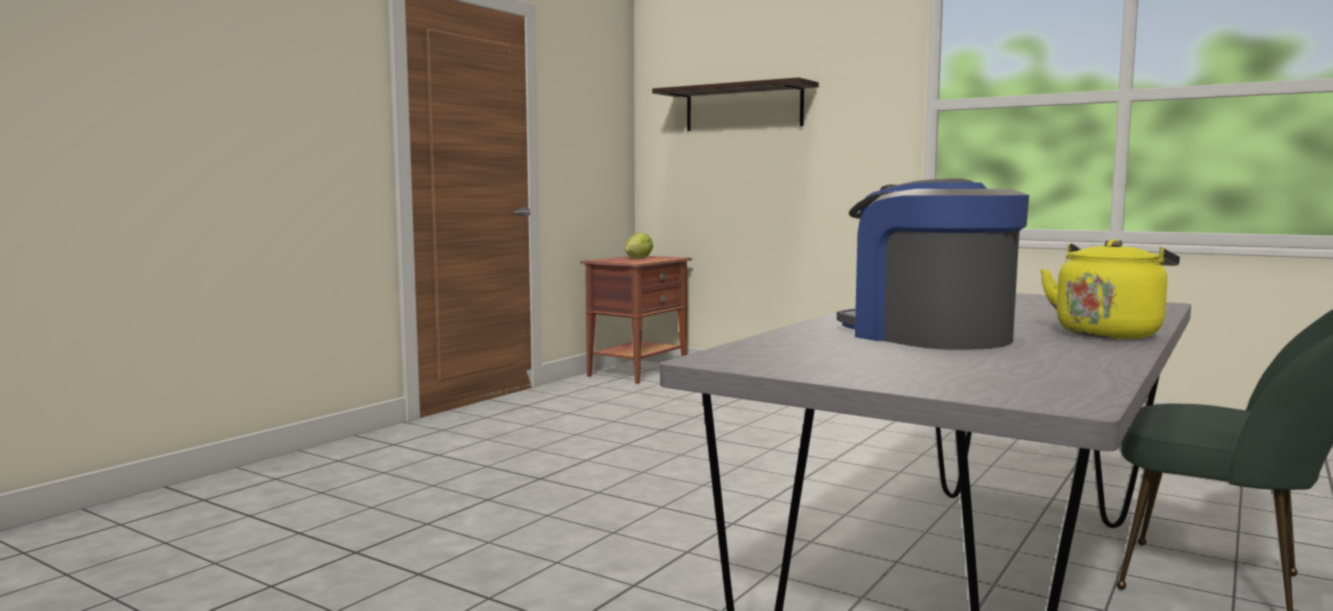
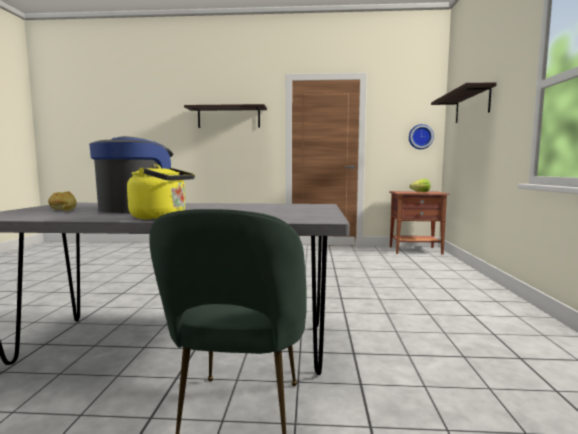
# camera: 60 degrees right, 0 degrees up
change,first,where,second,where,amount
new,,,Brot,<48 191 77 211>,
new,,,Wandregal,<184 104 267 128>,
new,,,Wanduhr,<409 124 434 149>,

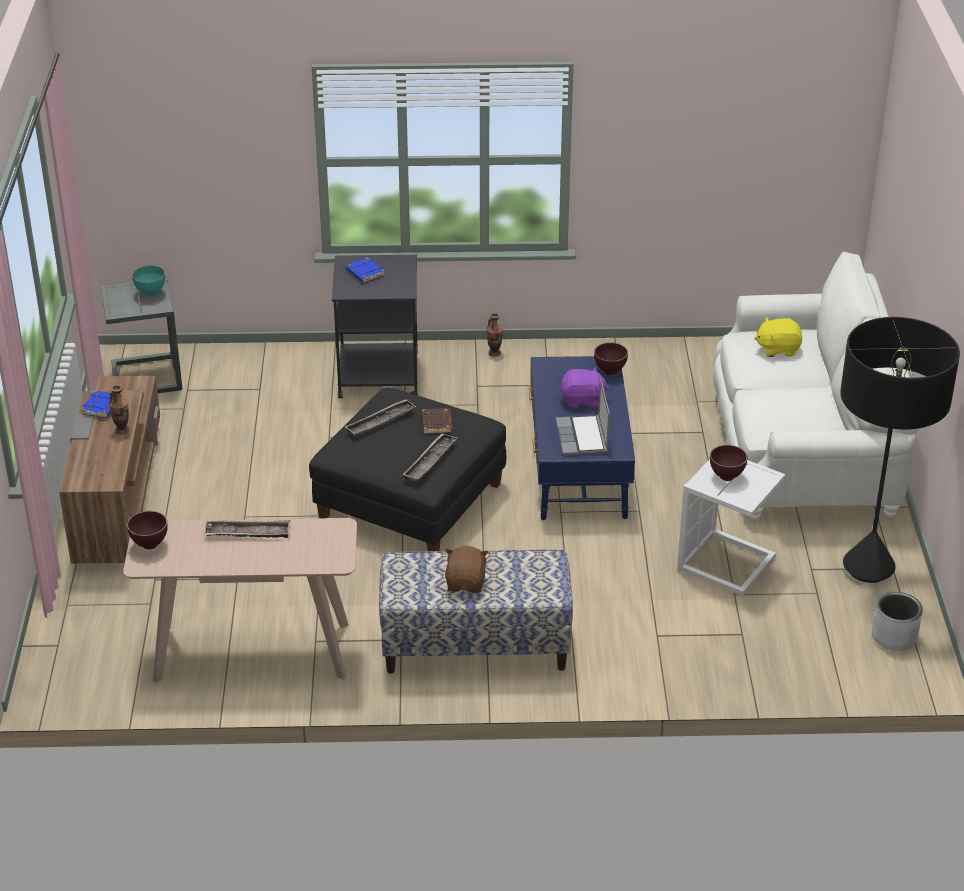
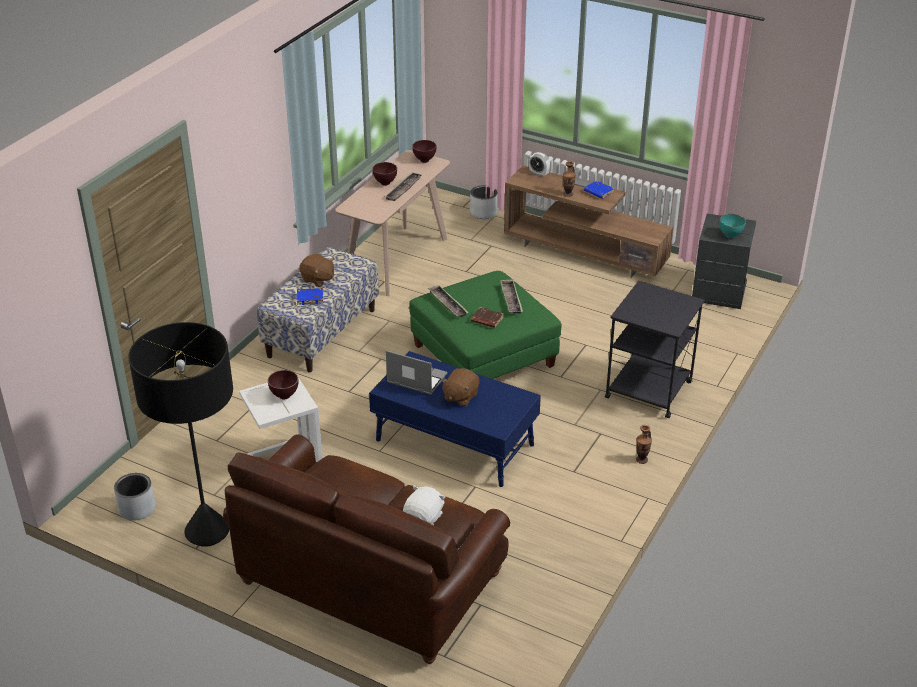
# camera: 120 degrees right, 0 degrees up
change,first,where,second,where,amount
repainted,Polsterhocker [schwarz],<309 388 506 551>,Polsterhocker [grün],<409 271 562 379>,
shifted,Buch [blau],<345 257 385 283>,,<297 288 323 305>,
repainted,Plüschtier [lila],<560 367 610 408>,Plüschtier [braun],<441 368 479 406>,
shifted,Schüssel [braun],<594 343 628 375>,,<372 162 397 186>,
repainted,Sofa [weiß],<713 252 917 520>,Sofa [braun],<223 434 510 664>,
repainted,Plüschtier [gelb],<754 317 802 357>,Plüschtier [weiß],<403 485 446 525>,
new,,,Pflanzkübel [grau],<470 185 497 219>,
new,,,Wecker,<529 152 550 177>,

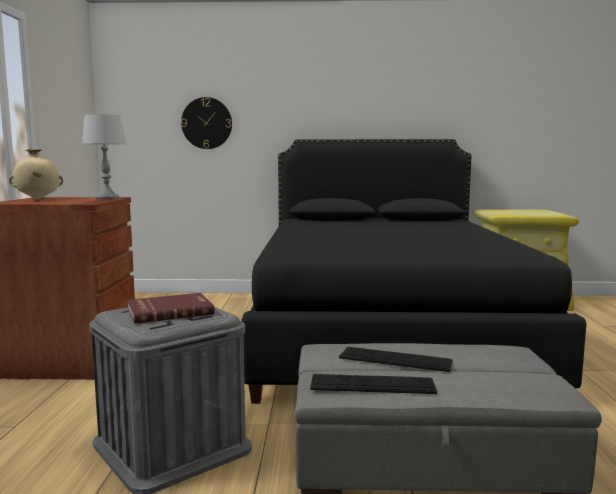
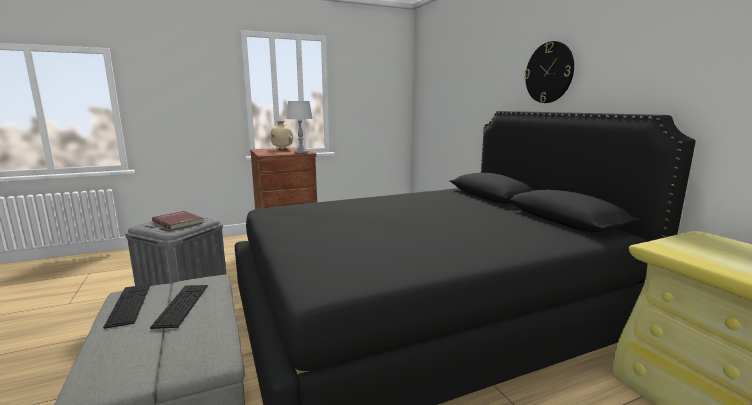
# camera: 65 degrees right, 5 degrees up
change,first,where,second,where,amount
shifted,Wanduhr,<181 97 232 149>,,<524 41 574 103>,

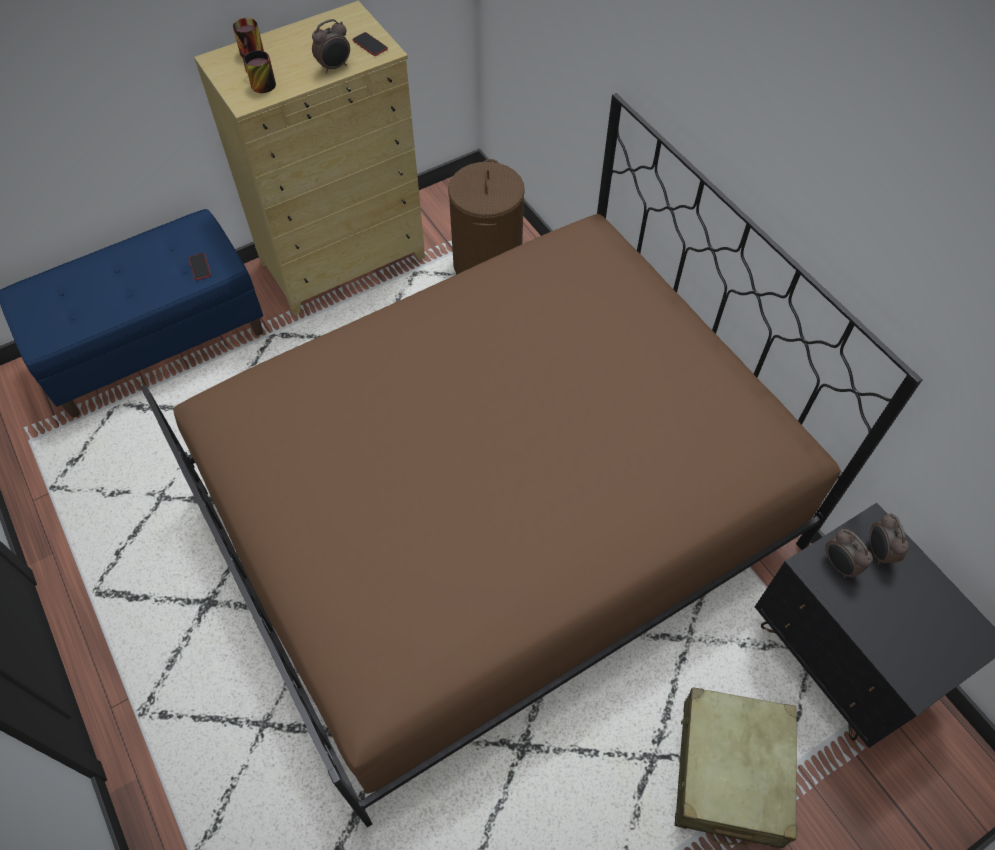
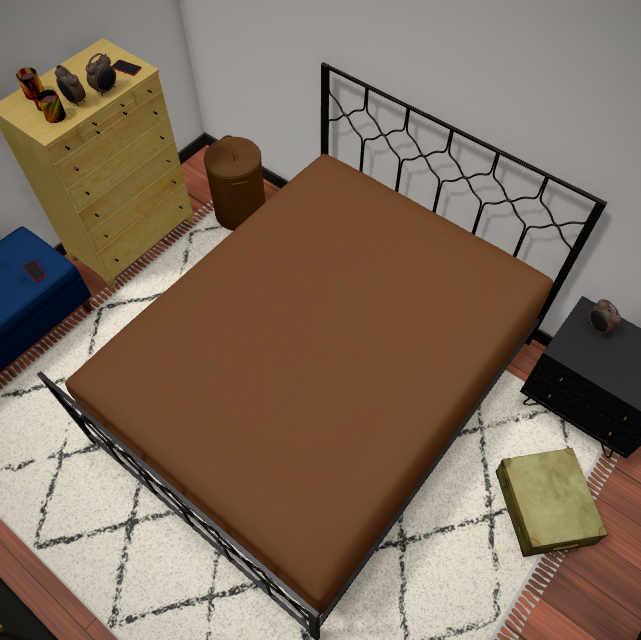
# camera: 20 degrees left, 0 degrees up
change,first,where,second,where,amount
shifted,Wecker,<825 529 873 578>,,<55 65 86 107>,

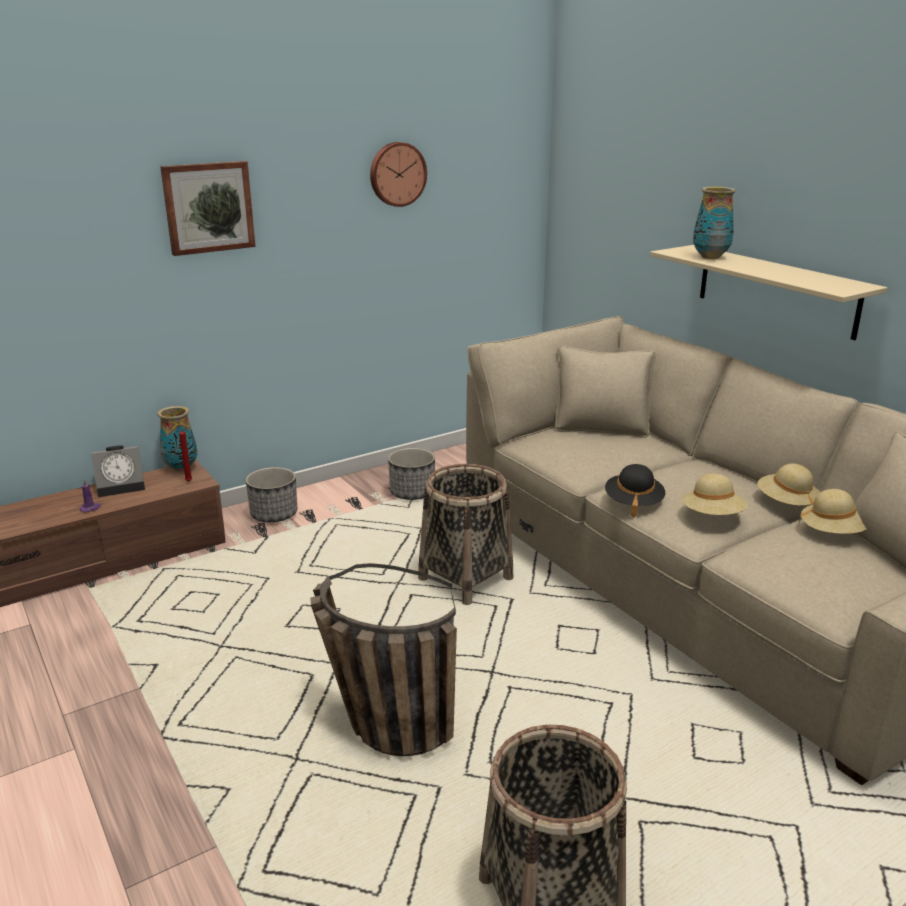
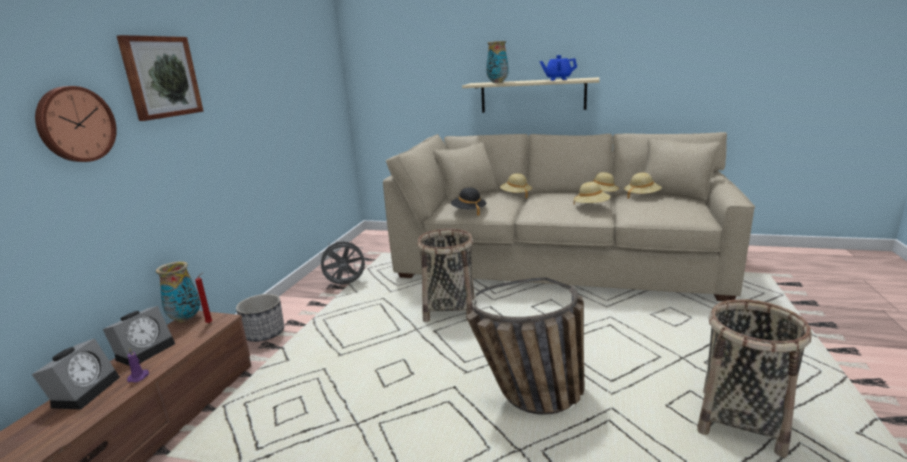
# camera: 40 degrees left, 5 degrees down
change,first,where,second,where,amount
shifted,Wanduhr,<370 142 427 207>,,<35 86 117 162>,
swapped,Pflanzkübel,<388 448 435 500>,Ventilator [grau],<318 238 367 285>,
shifted,Hut [schwarz],<605 464 665 517>,,<451 187 487 216>,
new,,,Wecker,<32 338 120 409>,
new,,,Hut [beige],<500 173 532 198>,
new,,,Teekanne [blau],<540 55 577 80>,

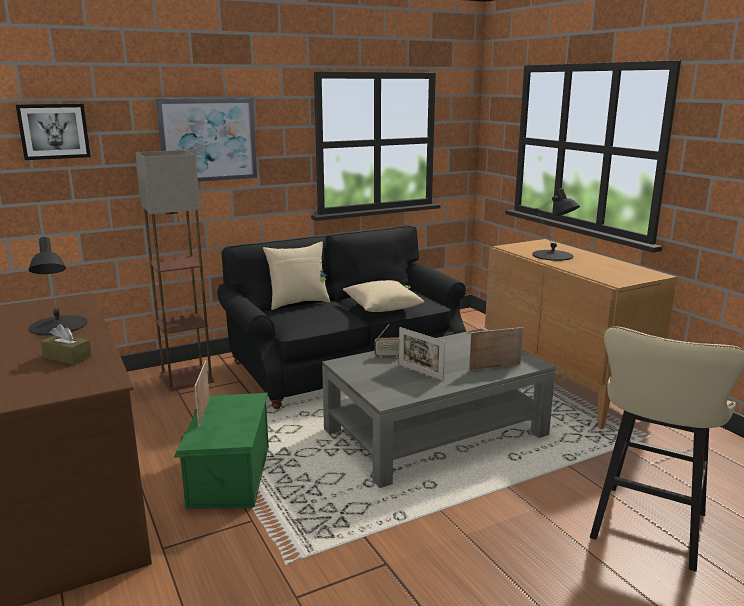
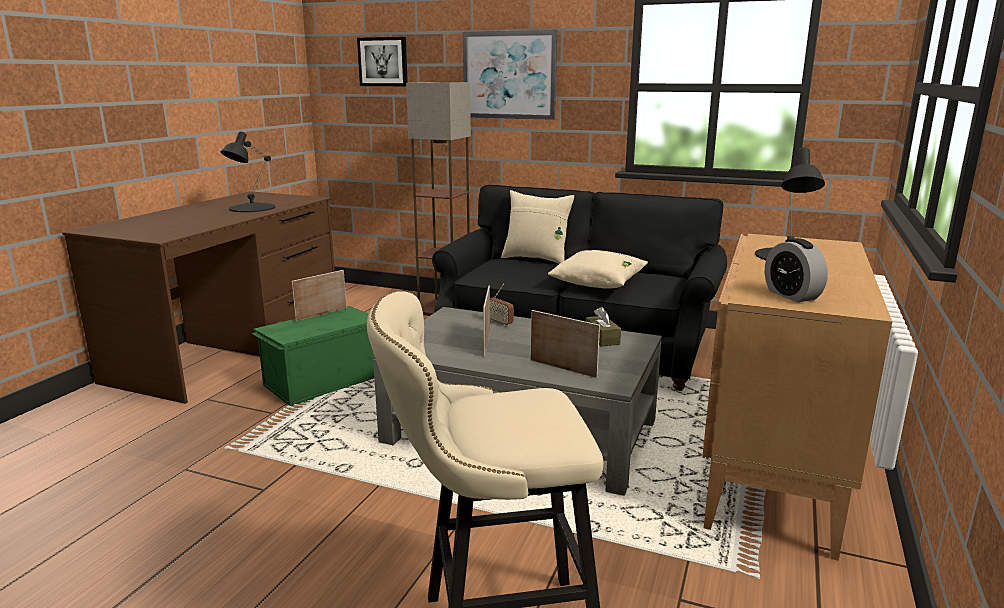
# camera: 50 degrees right, 0 degrees up
change,first,where,second,where,amount
shifted,Taschentuchbox [braun],<41 324 92 365>,,<586 307 621 347>,
new,,,Wecker,<765 238 828 302>,

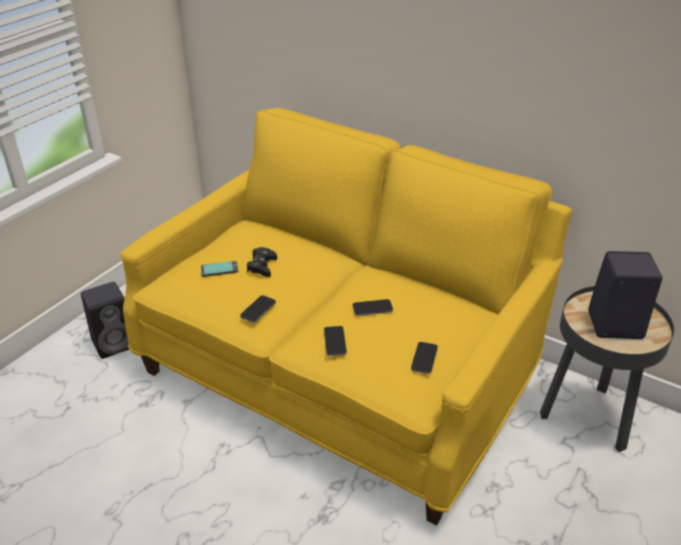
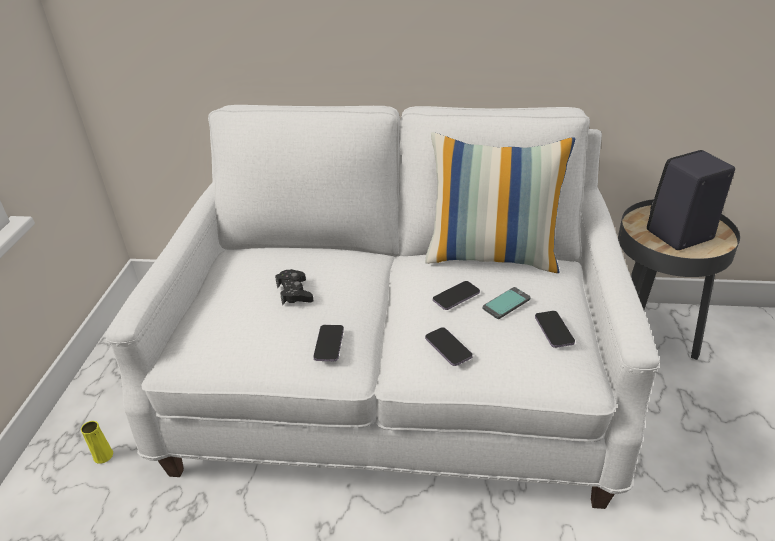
# camera: 25 degrees left, 0 degrees up
change,first,where,second,where,amount
swapped,Lautsprecher [schwarz],<81 282 129 359>,Vase [gelb],<81 421 113 464>,
repainted,Sofa [gelb],<120 108 572 525>,Sofa [weiß],<106 105 660 509>,
shifted,Handy,<201 261 238 277>,,<483 287 530 319>,
new,,,Kissen,<425 132 575 273>,

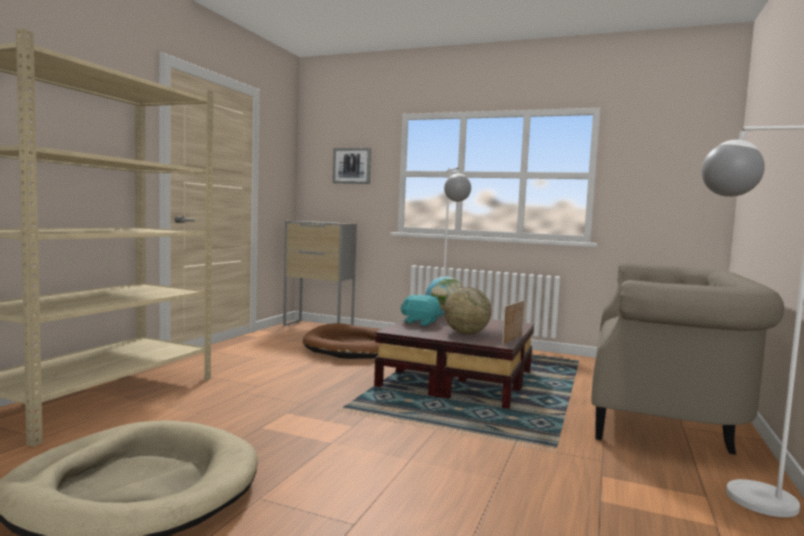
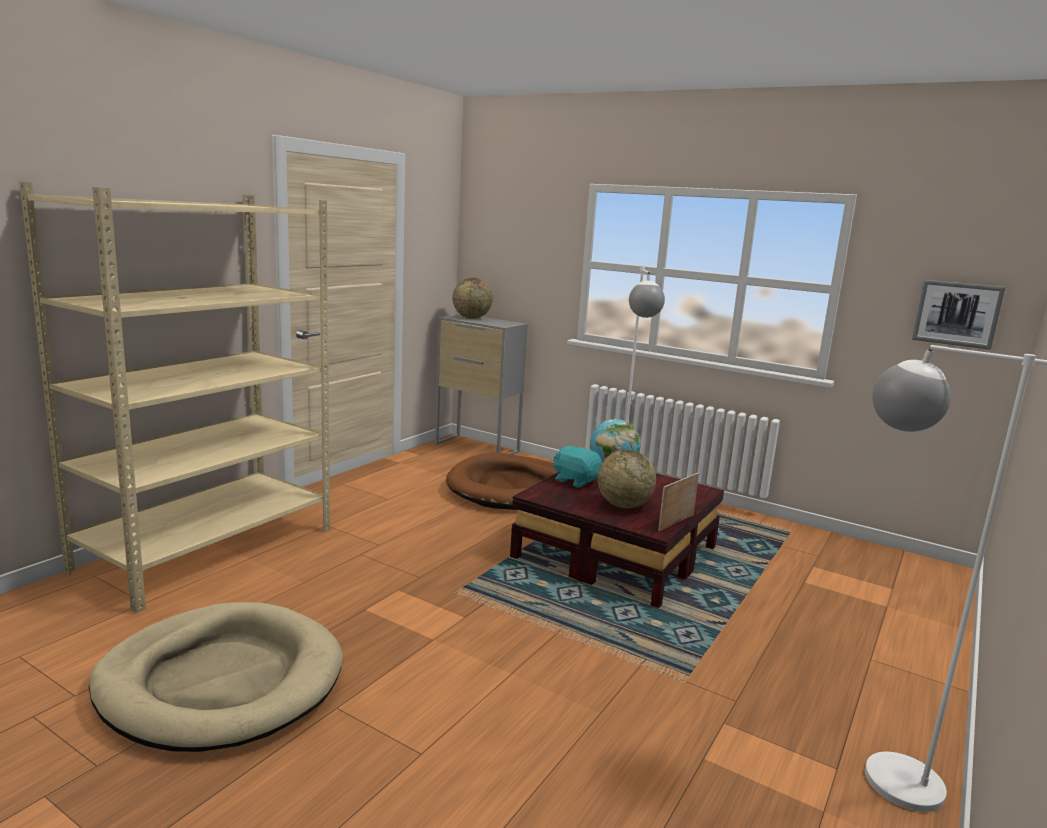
# camera: 10 degrees right, 10 degrees up
change,first,where,second,where,amount
shifted,Bild,<333 148 371 184>,,<912 280 1005 350>,
gone,Sofa [beige],<591 263 784 455>,,,
new,,,Globus,<452 278 493 318>,

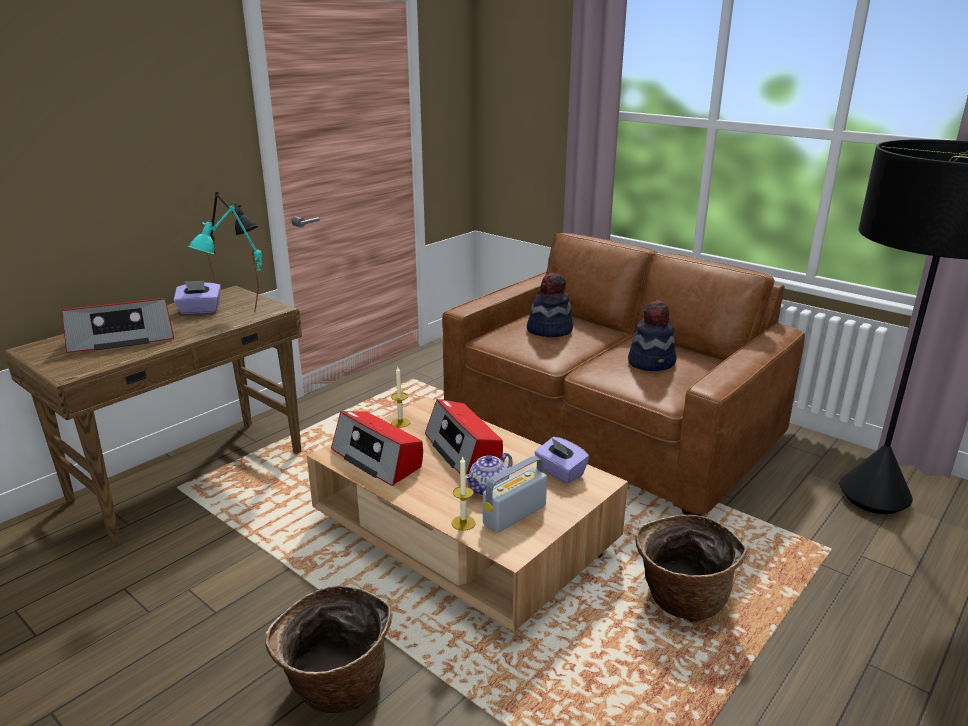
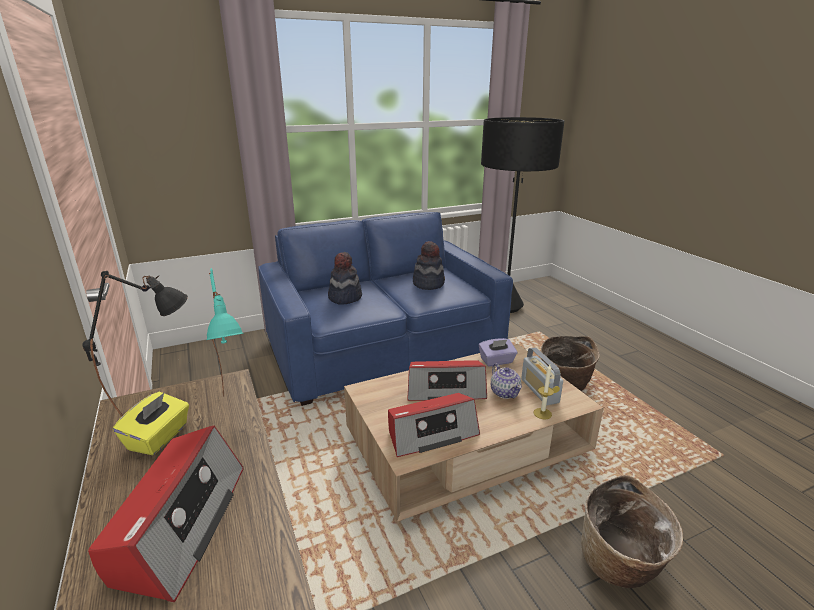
# camera: 65 degrees left, 0 degrees up
change,first,where,second,where,amount
repainted,Taschentuchbox [lila],<174 281 221 314>,Taschentuchbox [gelb],<113 391 189 455>,
gone,Kerze,<391 367 410 428>,,,
repainted,Sofa [braun],<442 233 805 516>,Sofa [blau],<259 212 513 406>,

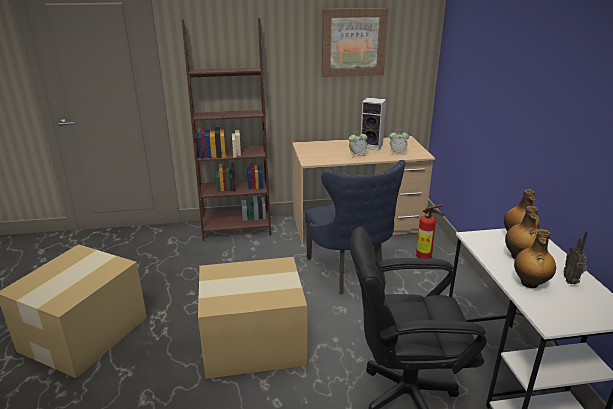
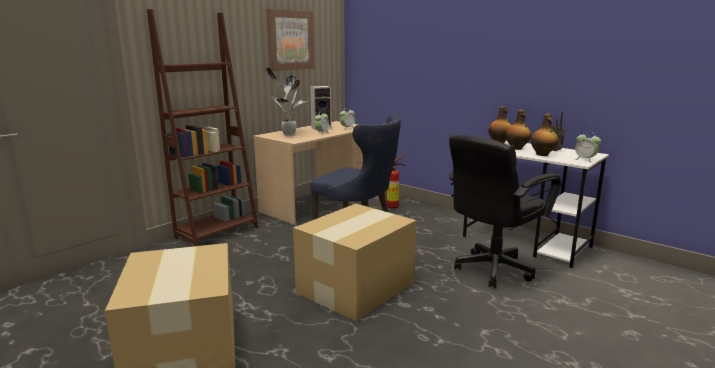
# camera: 40 degrees left, 10 degrees down
change,first,where,second,where,amount
new,,,Topfpflanze,<266 68 309 136>,
new,,,Wecker,<575 133 601 163>,

